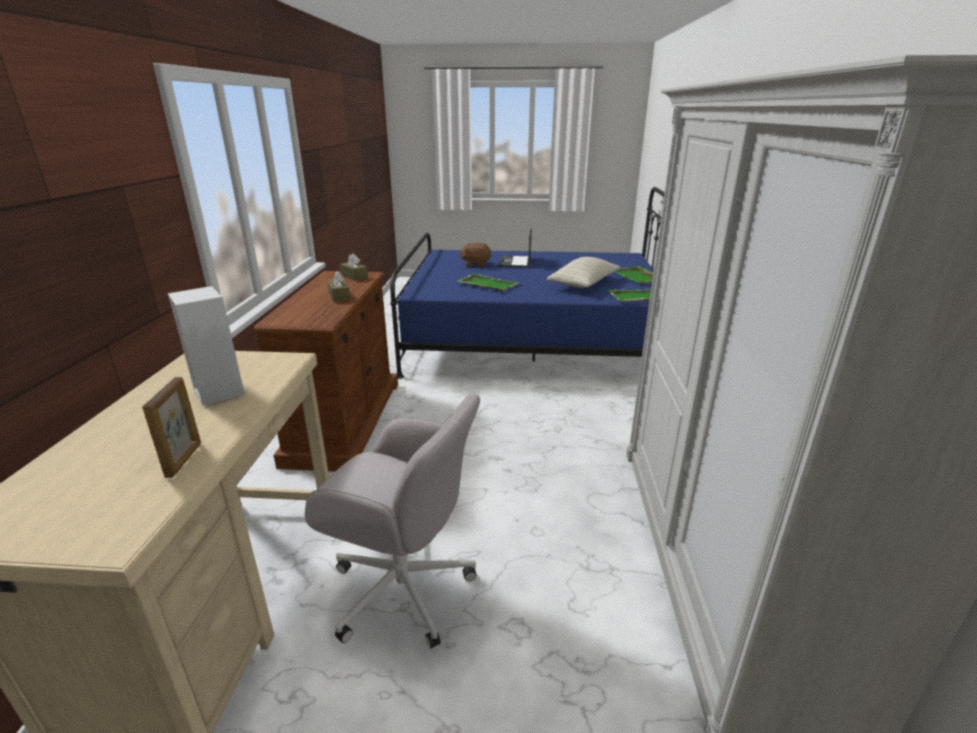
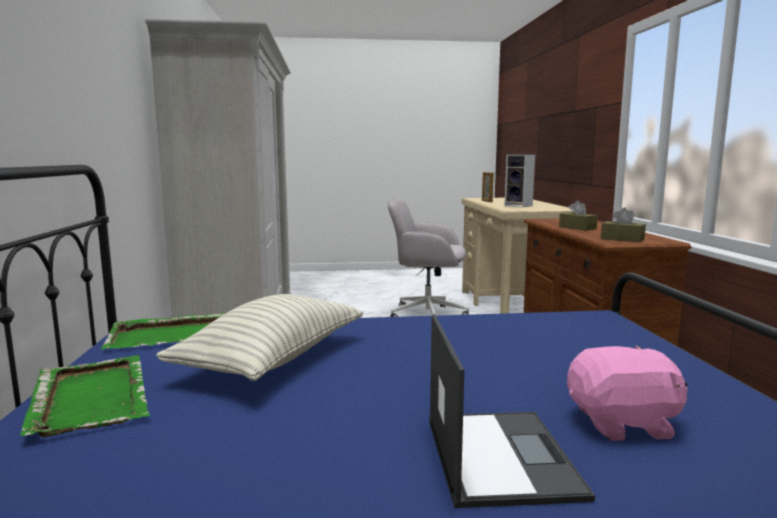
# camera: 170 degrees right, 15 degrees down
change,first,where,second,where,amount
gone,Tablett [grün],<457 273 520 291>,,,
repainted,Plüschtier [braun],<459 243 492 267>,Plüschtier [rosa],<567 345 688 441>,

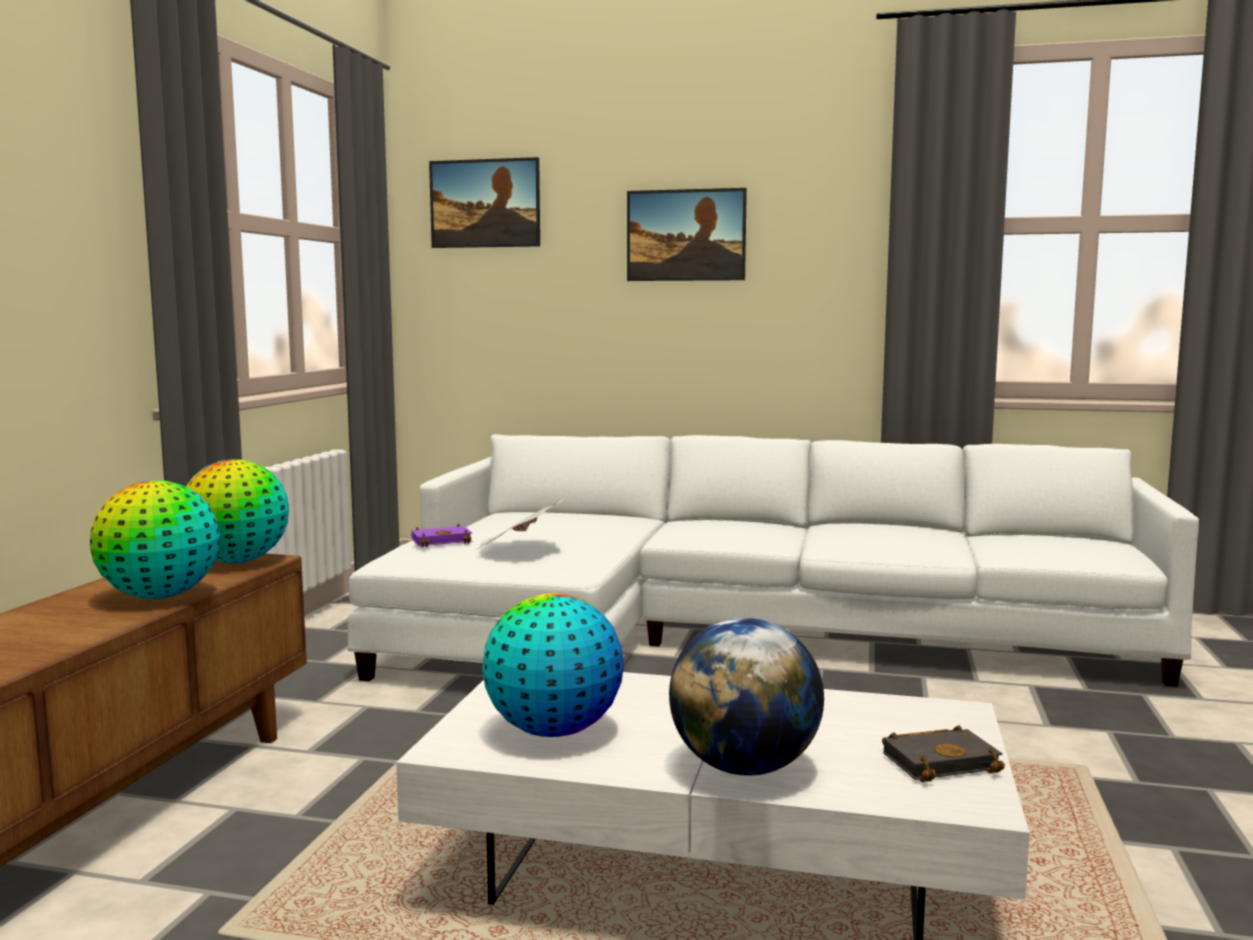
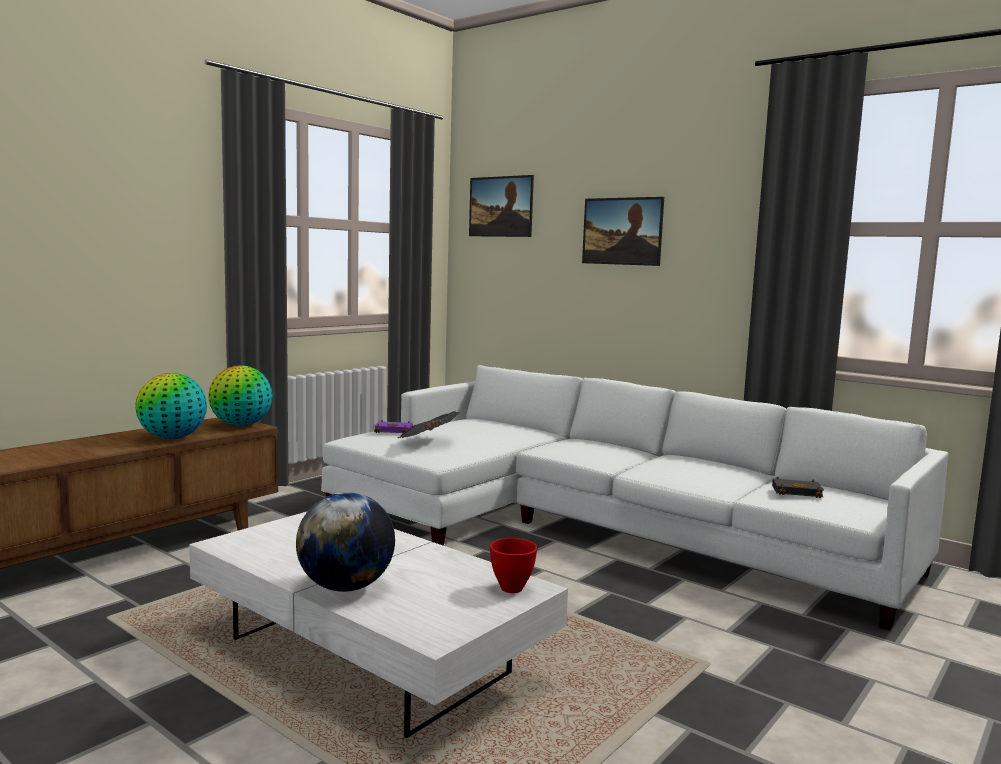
# camera: 25 degrees right, 0 degrees up
change,first,where,second,where,amount
gone,Globus,<482 593 624 737>,,,
shifted,Buch [schwarz],<882 725 1005 782>,,<772 477 824 498>,
new,,,Schüssel [rot],<490 538 537 593>,

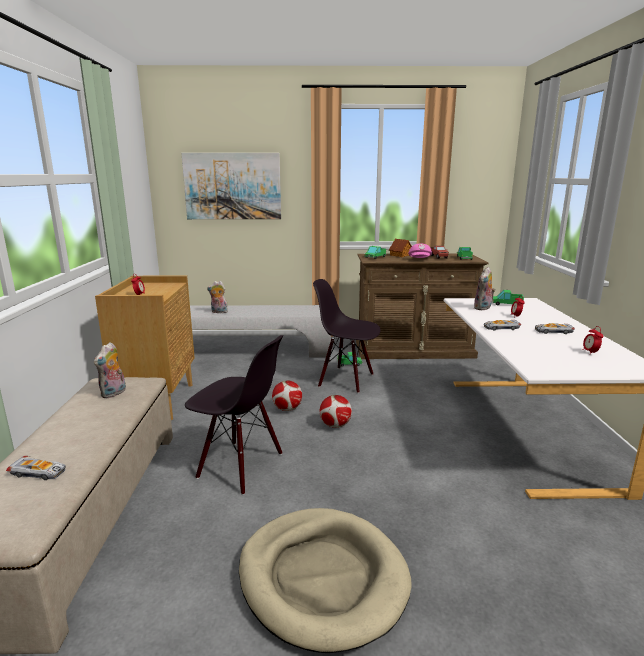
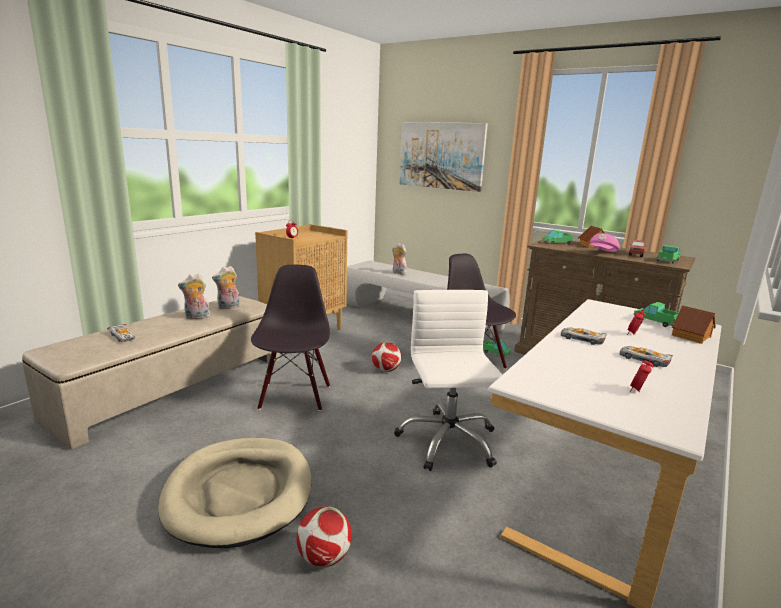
# camera: 35 degrees right, 0 degrees up
change,first,where,second,where,amount
rotated,Stuhl [schwarz],<185 335 284 495>,,<251 265 330 411>,150 degrees counterclockwise
shifted,Fußball,<320 395 352 428>,,<297 506 352 567>,
shifted,Plüschtier,<474 267 495 310>,,<178 274 210 319>,
new,,,Bürostuhl [weiß],<394 290 503 471>,
new,,,Spielzeughaus,<672 305 716 344>,

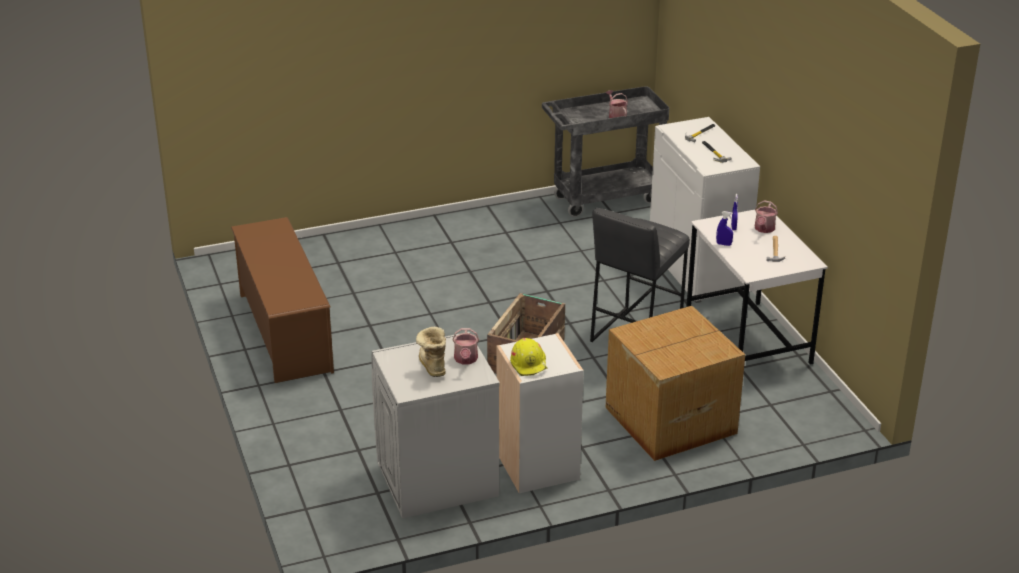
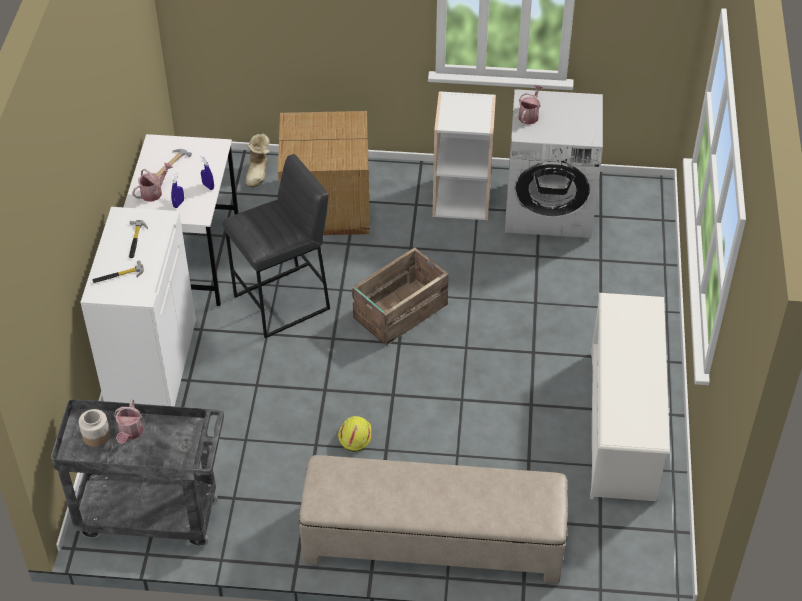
# camera: 155 degrees left, 15 degrees up
change,first,where,second,where,amount
repainted,Schuhregal [braun],<231 217 334 383>,Schuhregal [weiß],<590 293 670 501>,
shifted,Stiefel,<416 327 446 377>,,<245 133 270 188>,
shifted,Schutzhelm [gelb],<510 338 547 376>,,<338 416 372 452>,
new,,,Vorratsglas,<79 409 110 447>,
new,,,Bank [beige],<299 455 568 583>,

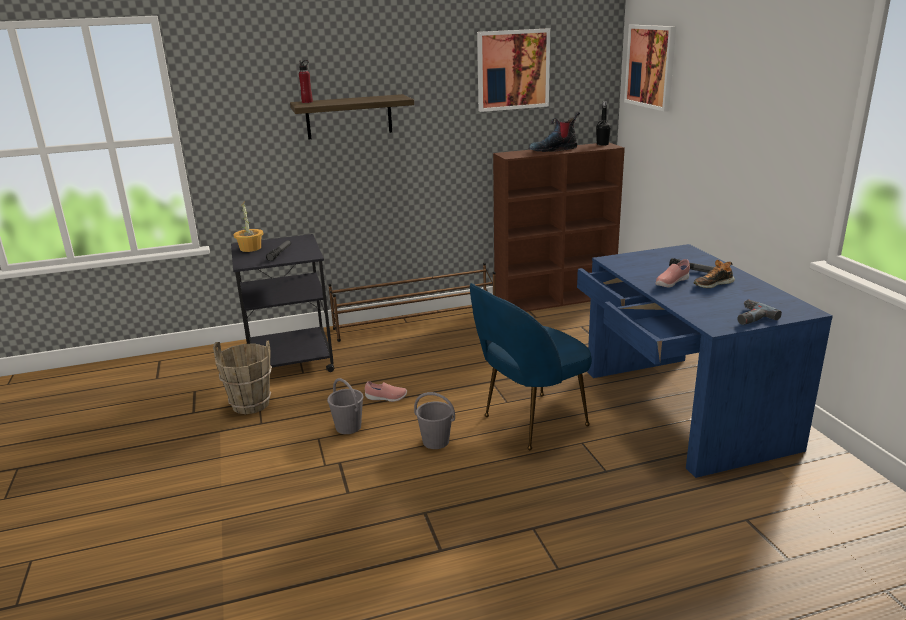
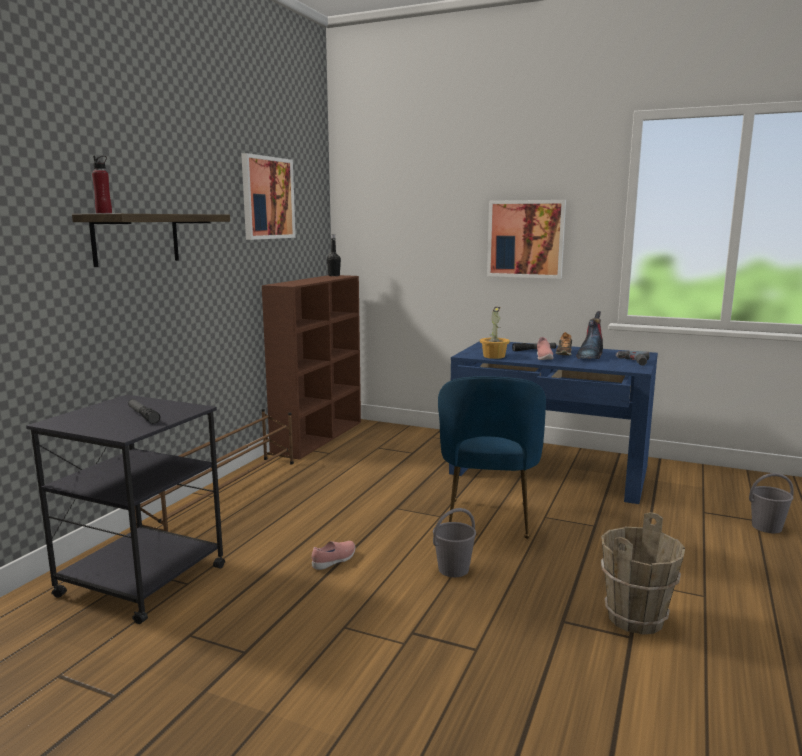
# camera: 50 degrees left, 10 degrees down
change,first,where,second,where,amount
shifted,Eimer [braun],<213 341 272 414>,,<601 512 685 635>,
shifted,Topfpflanze,<233 204 263 252>,,<480 307 510 359>,
shifted,Eimer [grau],<327 378 364 434>,,<749 473 794 533>,
shifted,Stiefel,<529 112 580 152>,,<576 311 603 359>,
shifted,Bild,<624 25 676 111>,,<487 200 566 279>,

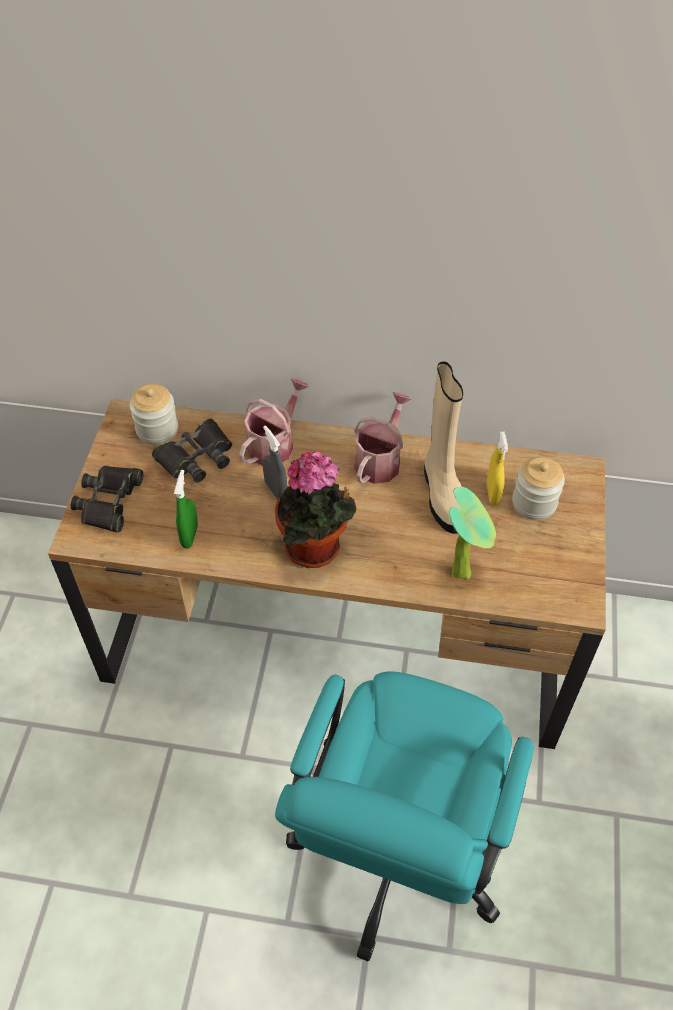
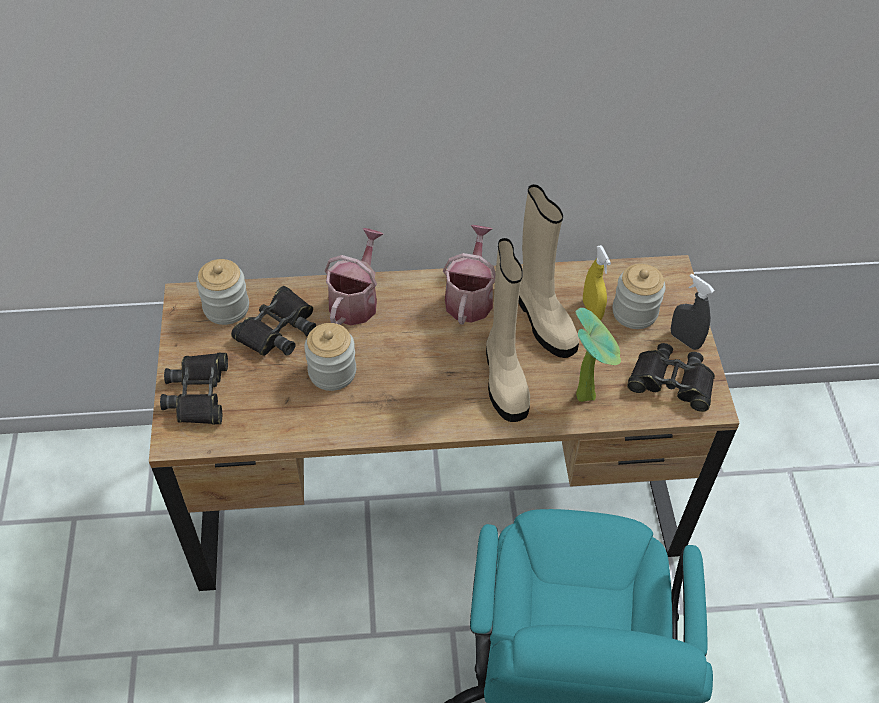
# camera: 15 degrees left, 0 degrees up
change,first,where,second,where,amount
gone,Sprühflasche [grün],<174 470 198 549>,,,
shifted,Sprühflasche [grau],<263 426 288 500>,,<671 273 715 350>,
gone,Topfpflanze,<275 451 356 568>,,,
new,,,Vorratsglas,<304 323 356 391>,
new,,,Stiefel [beige],<486 238 530 422>,
new,,,Fernglas [schwarz],<627 343 715 412>,

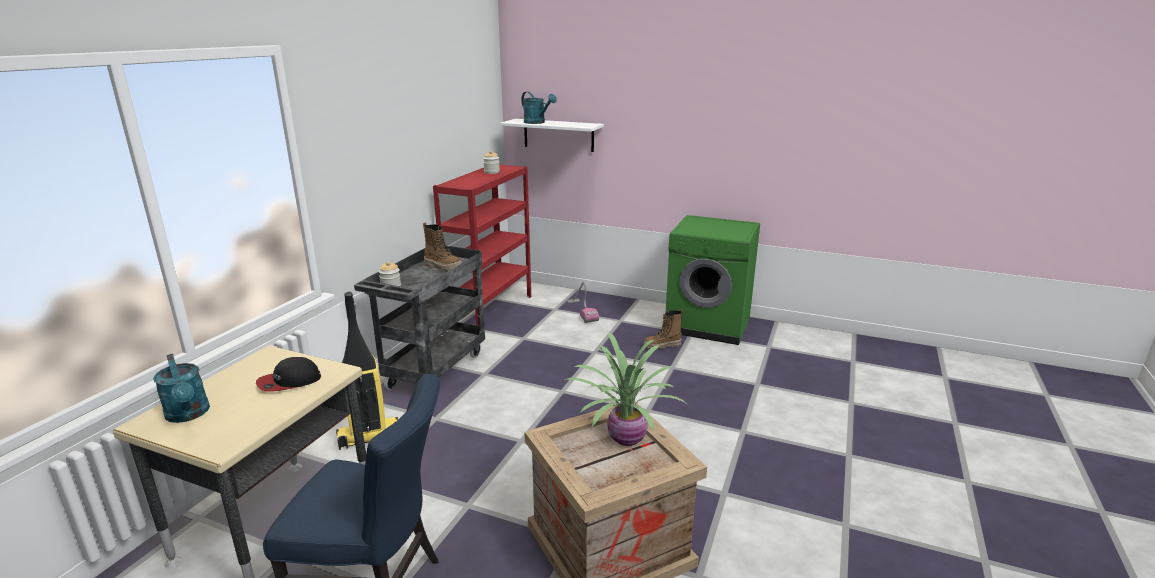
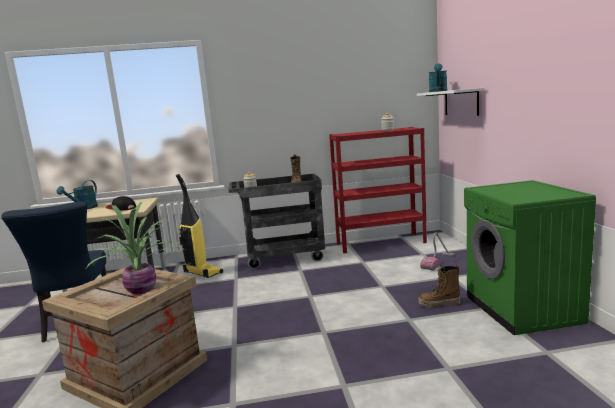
# camera: 60 degrees right, 10 degrees down
change,first,where,second,where,amount
rotated,Stiefel,<644 309 683 350>,,<418 265 460 308>,45 degrees counterclockwise

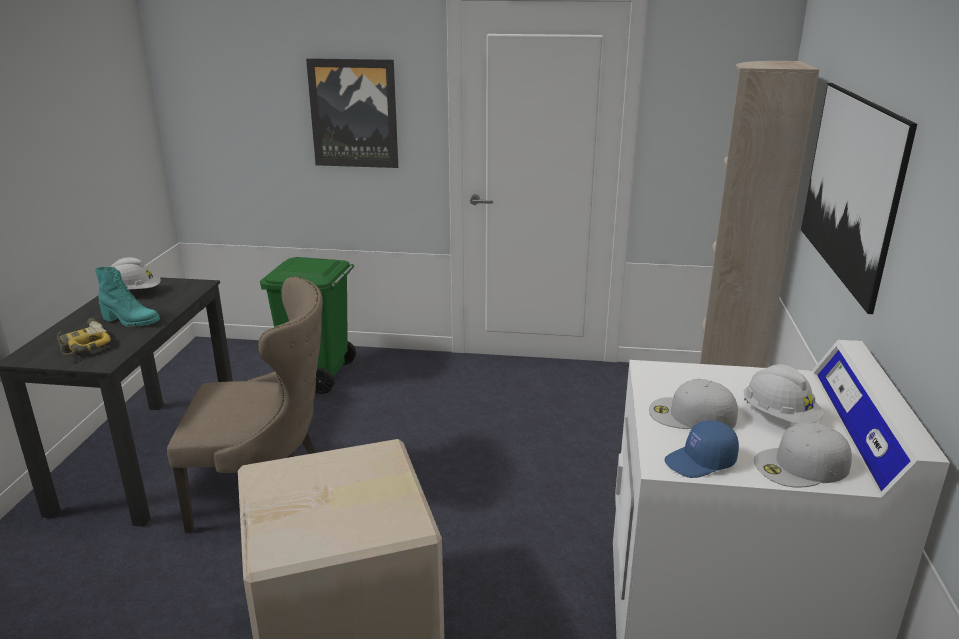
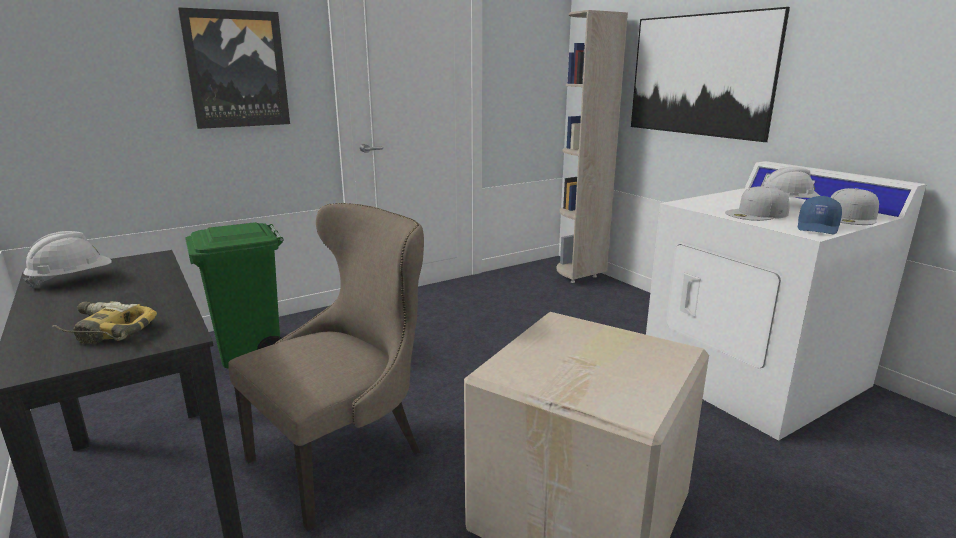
# camera: 40 degrees left, 5 degrees down
change,first,where,second,where,amount
gone,Stiefel [türkis],<95 267 160 327>,,,

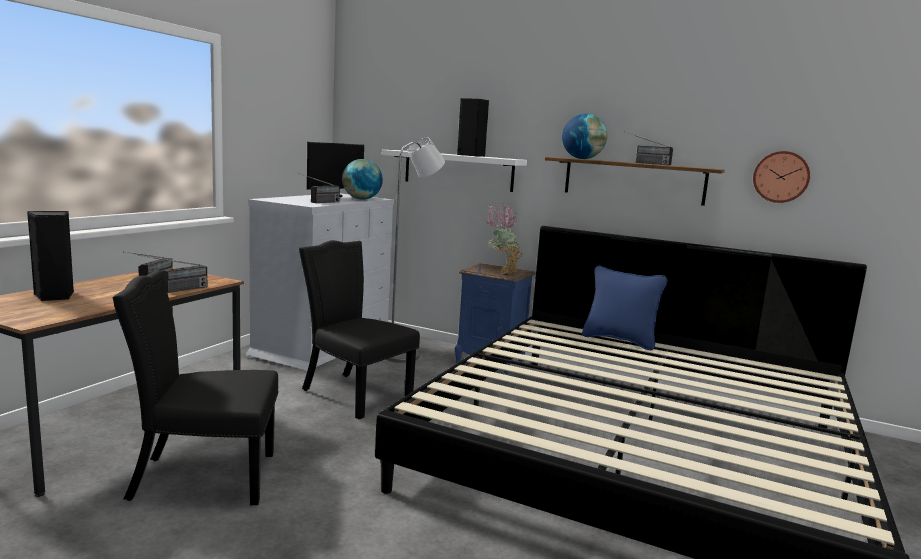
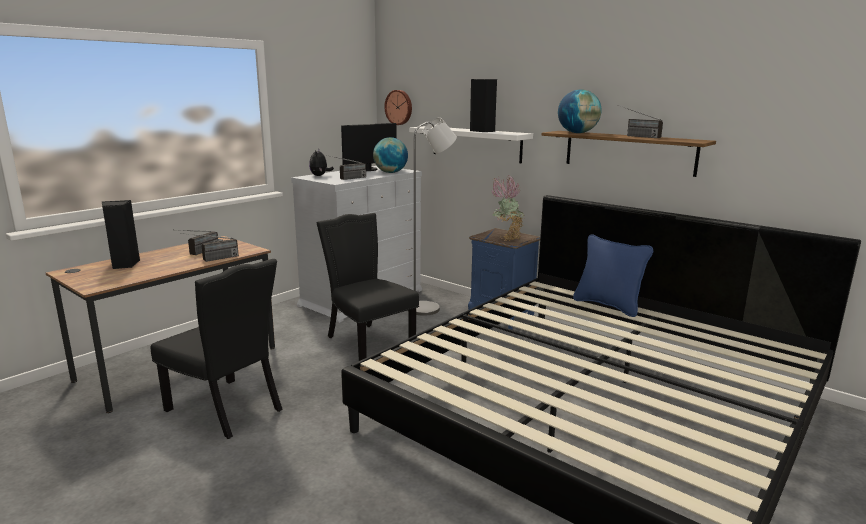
# camera: 15 degrees right, 5 degrees up
change,first,where,second,where,amount
rotated,Stuhl [schwarz],<113 270 279 505>,,<151 259 283 439>,150 degrees counterclockwise
shifted,Wanduhr,<753 151 810 203>,,<384 90 412 125>,
new,,,Plüschtier,<309 148 334 176>,

